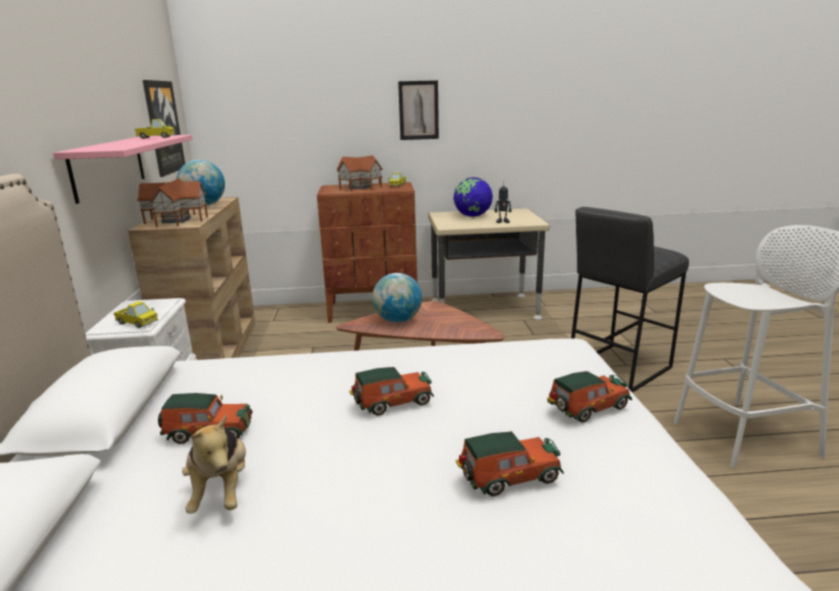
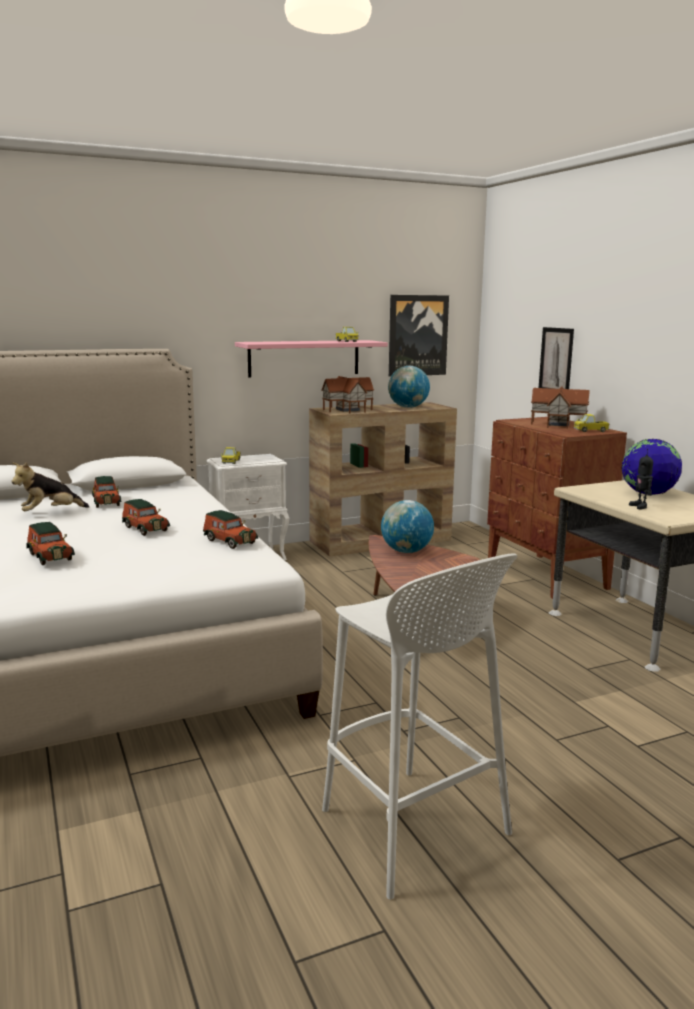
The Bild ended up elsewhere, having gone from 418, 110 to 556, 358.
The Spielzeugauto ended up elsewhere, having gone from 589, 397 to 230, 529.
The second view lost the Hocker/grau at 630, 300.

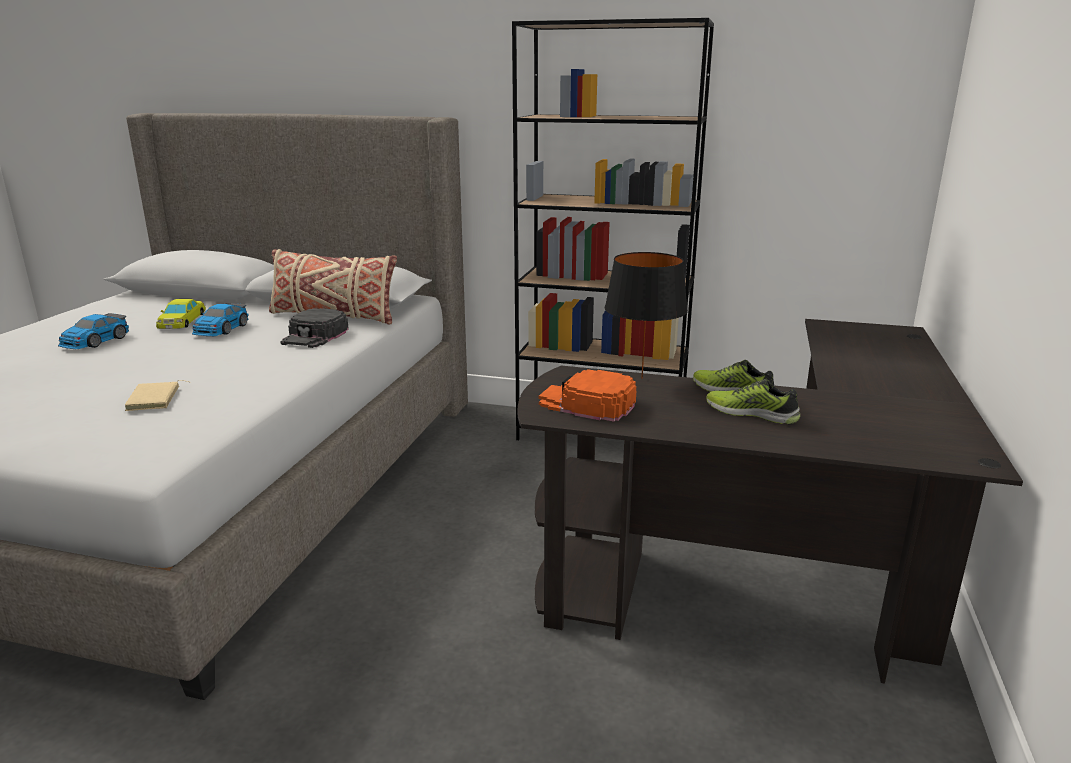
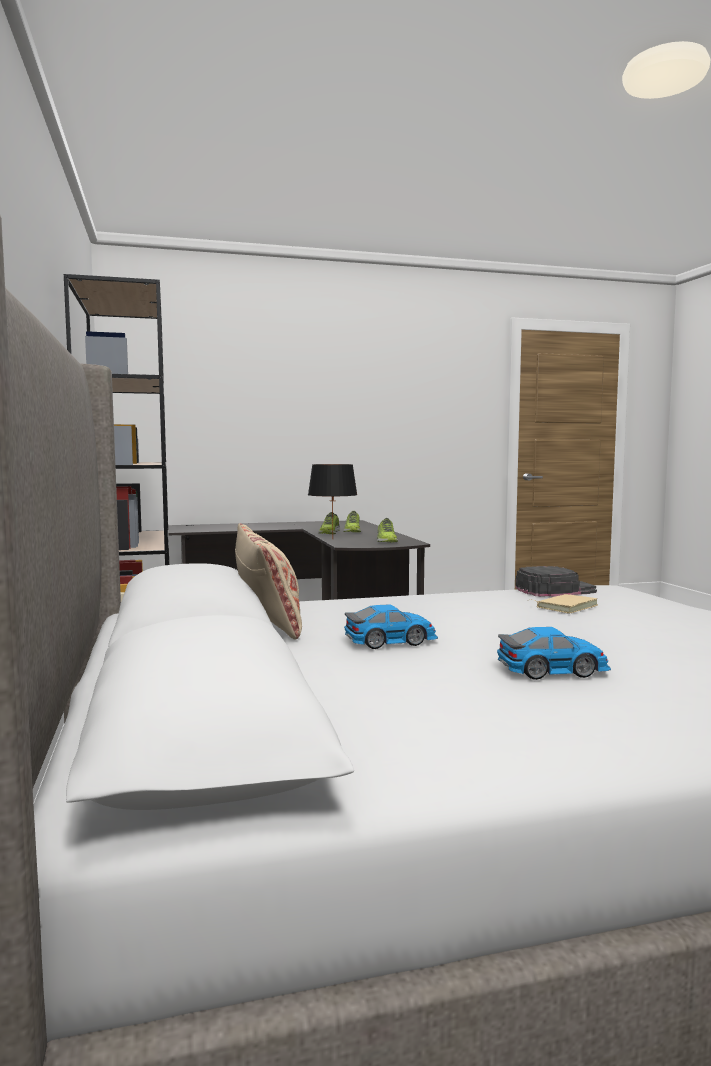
The second view lost the Spielzeugauto/gelb at 181, 314.
The Kappe/schwarz ended up elsewhere, having gone from 314, 328 to 556, 581.
Where the Kappe/orange stood at 587, 395, the Schuh came to stand at 387, 530.

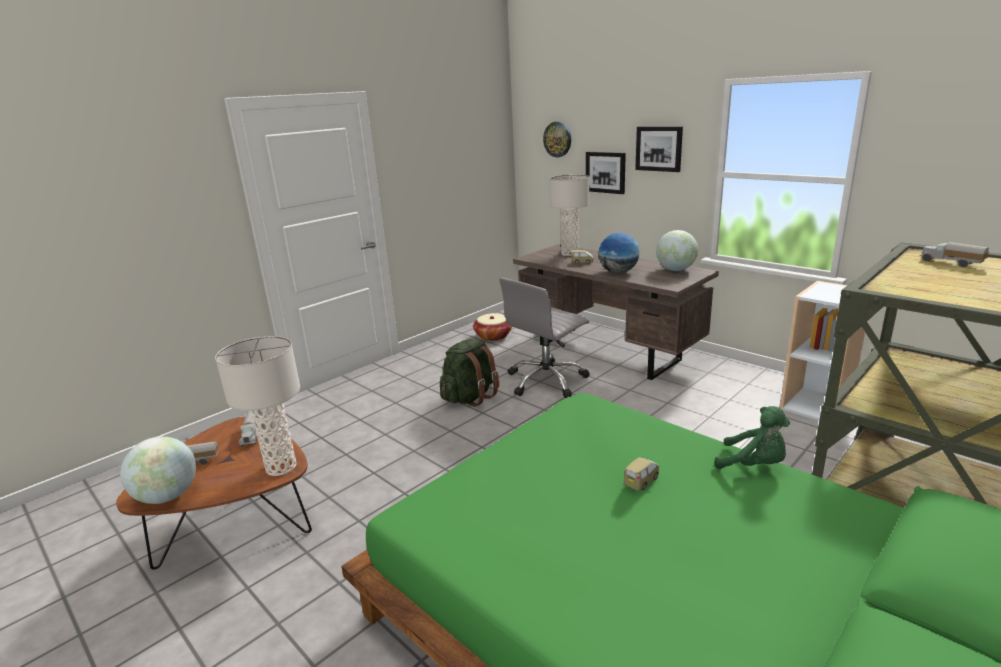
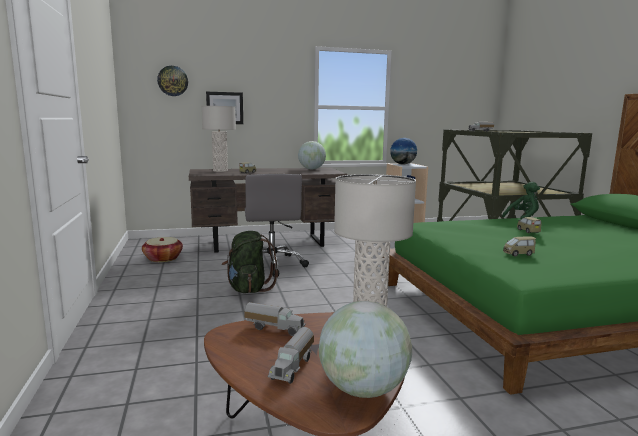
The Globus ended up elsewhere, having gone from 619, 253 to 403, 151.
The second view lost the Bild at 659, 149.
The second view gained the Spielzeugauto at 519, 246.

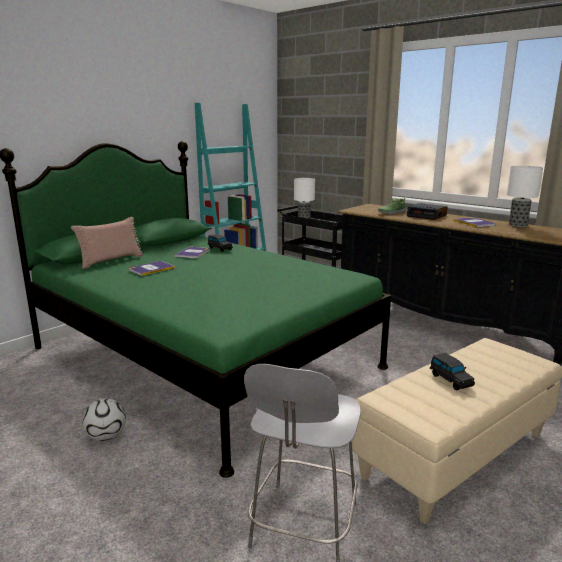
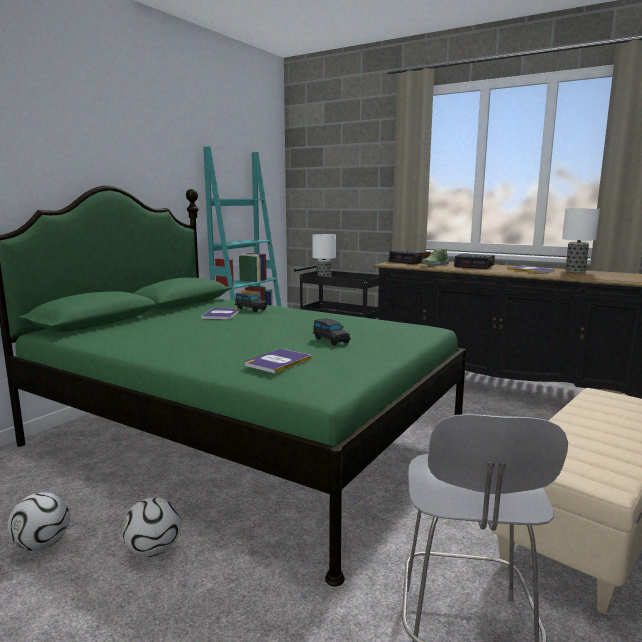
The second view lost the Kissen/beige at 107, 243.
The Buch ended up elsewhere, having gone from 152, 268 to 278, 361.
The Spielzeugauto/schwarz ended up elsewhere, having gone from 452, 371 to 331, 332.
The second view gained the Fußball at 38, 521.
The second view gained the Wecker at 409, 257.

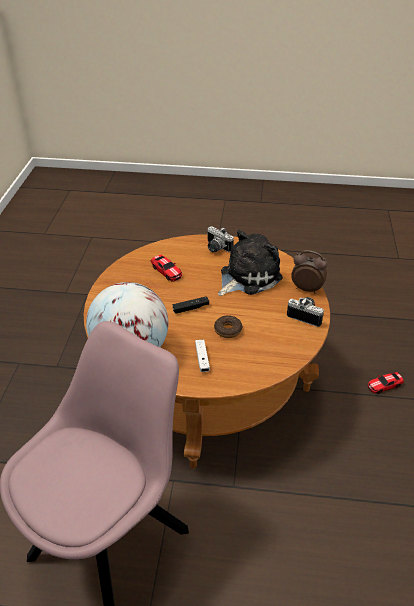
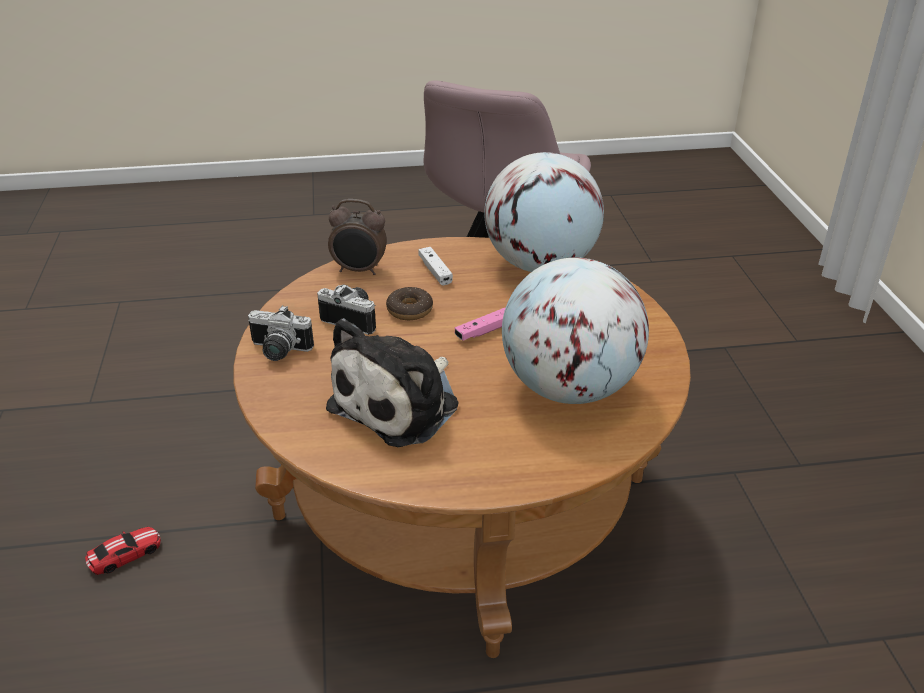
Where the Spielzeugauto stood at 166, 268, the Globus came to stand at 575, 330.
What was the Gamepad/schwarz at 191, 305 turned into the Gamepad/rosa at 480, 323.
The Kamera ended up elsewhere, having gone from 220, 239 to 346, 309.
The Wecker ended up elsewhere, having gone from 309, 272 to 357, 237.

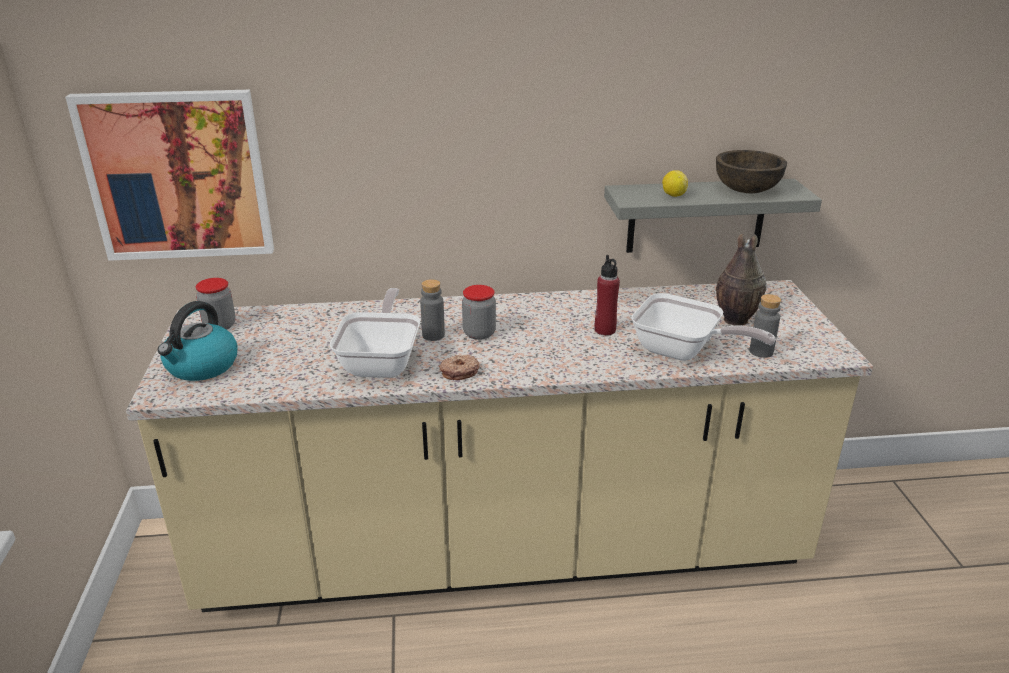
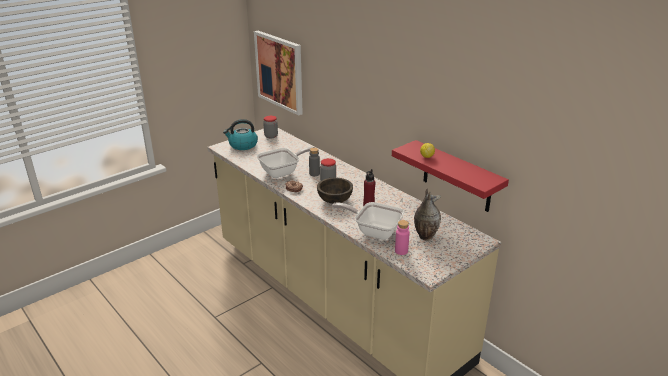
What was the Wandregal/grau at 713, 216 turned into the Wandregal/rot at 450, 176.
The Pfanne at 703, 327 ended up facing another way, 120 degrees clockwise from before.
The Schüssel/braun ended up elsewhere, having gone from 751, 171 to 335, 191.
What was the Flasche/grau at 765, 326 turned into the Flasche/rosa at 402, 237.

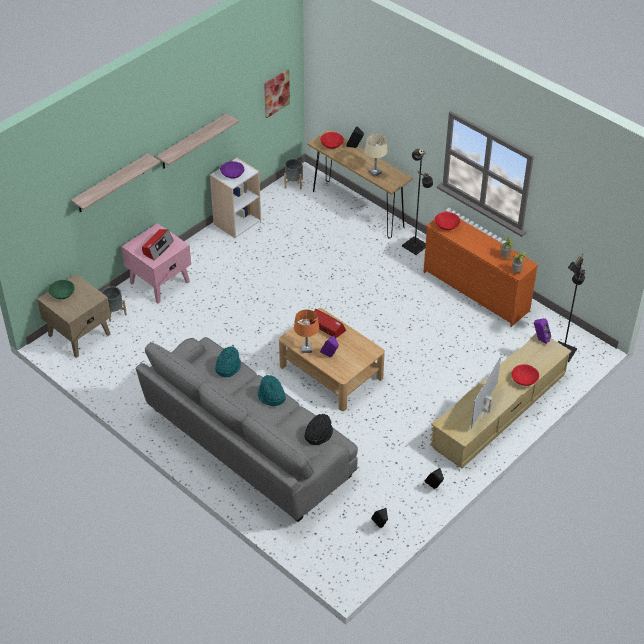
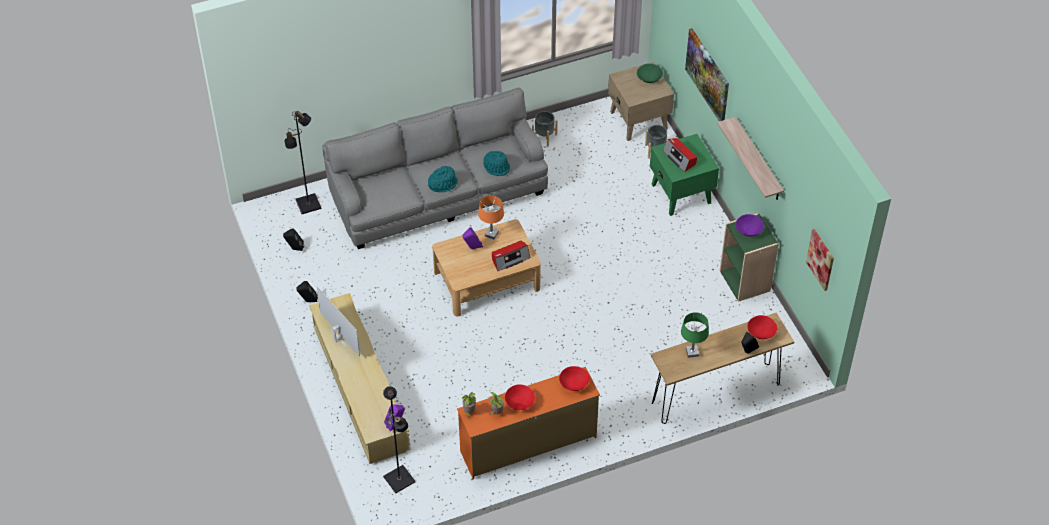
Where the Wandregal hung at 116, 183, the Bild came to hang at 707, 74.
What was the Nachttisch/rosa at 156, 263 turned into the Nachttisch/grün at 684, 175.
What was the Bücherregal/weiß at 235, 198 turned into the Bücherregal/grün at 749, 257.
The Pflanzkübel/grau ended up elsewhere, having gone from 293, 174 to 545, 128.
The second view lost the Hut/schwarz at 319, 429.
What was the Tischlampe/beige at 376, 155 turned into the Tischlampe/grün at 695, 335.
The Stehlampe/schwarz ended up elsewhere, having gone from 417, 202 to 302, 162.
The Schüssel/rot ended up elsewhere, having gone from 525, 375 to 520, 397.

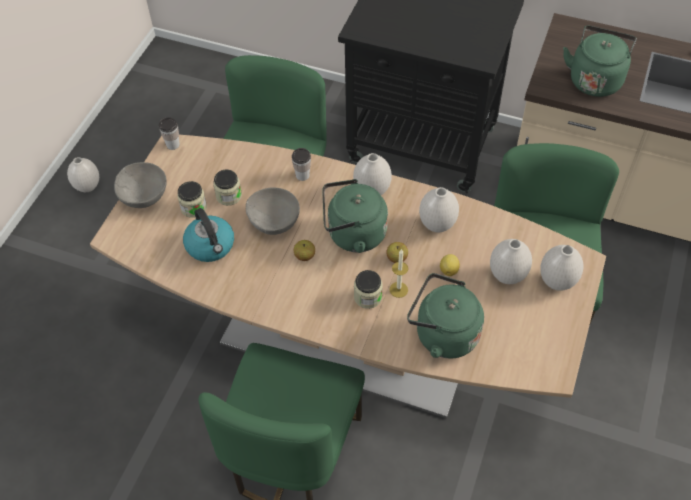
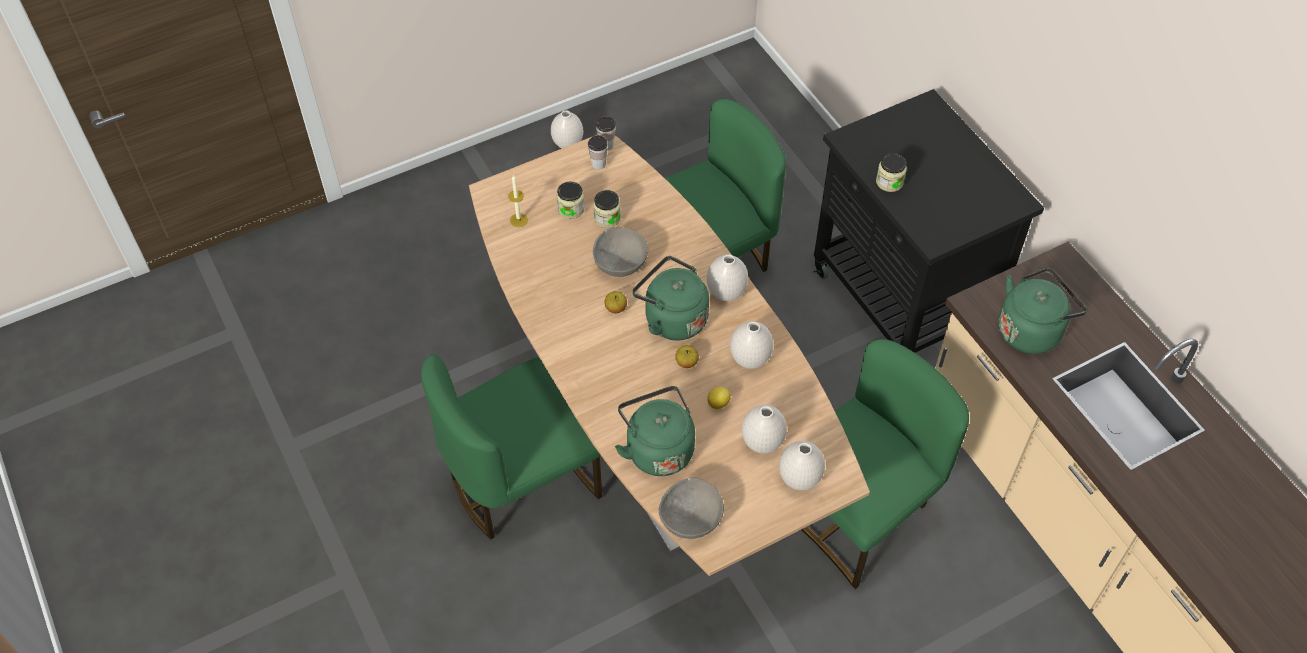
The Schüssel/grau ended up elsewhere, having gone from 140, 185 to 691, 508.
The second view lost the Wasserkessel at 208, 235.
The Tasse ended up elsewhere, having gone from 301, 164 to 598, 152.
The Vorratsglas ended up elsewhere, having gone from 368, 289 to 891, 172.
The Kerze ended up elsewhere, having gone from 399, 273 to 518, 201.

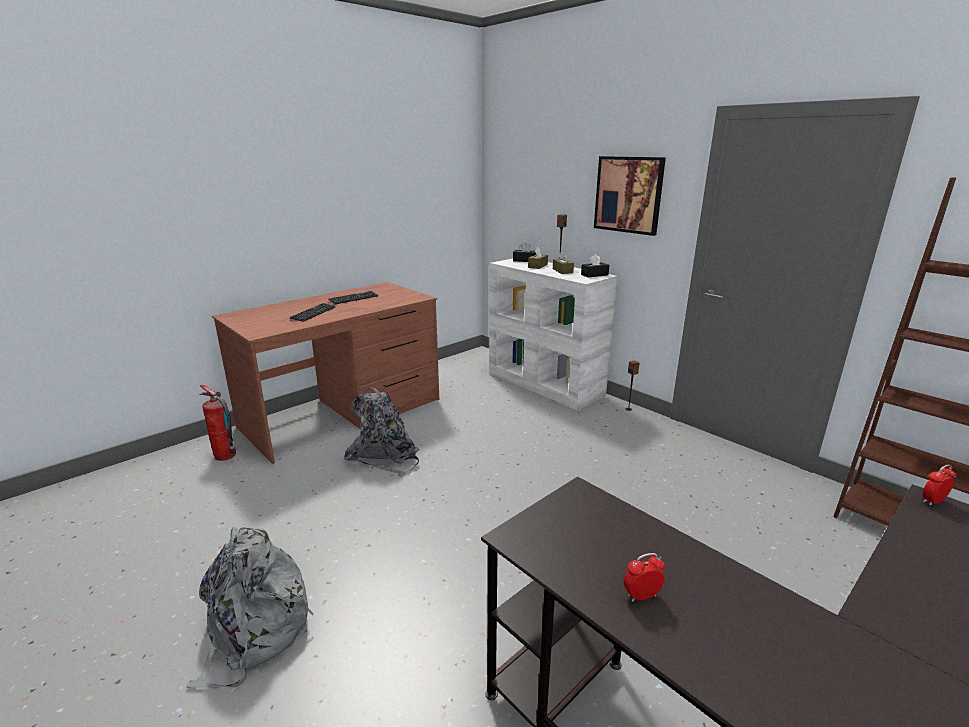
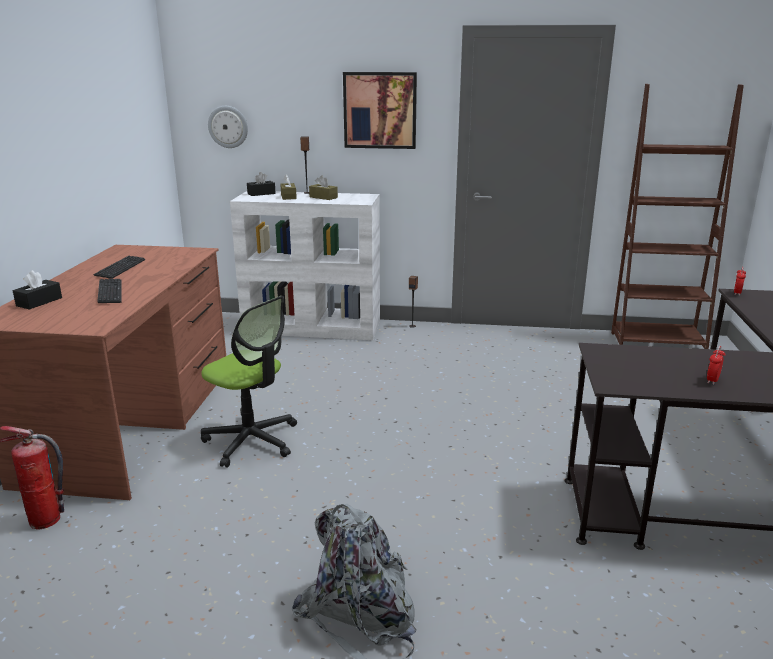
Where the Rucksack/grau stood at 381, 432, the Bürostuhl came to stand at 249, 382.
The Taschentuchbox/schwarz ended up elsewhere, having gone from 595, 266 to 37, 290.
The second view gained the Wanduhr at 228, 127.

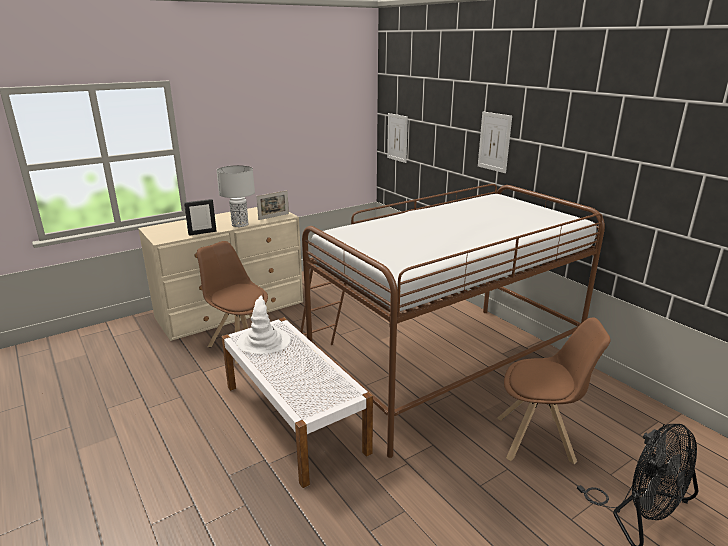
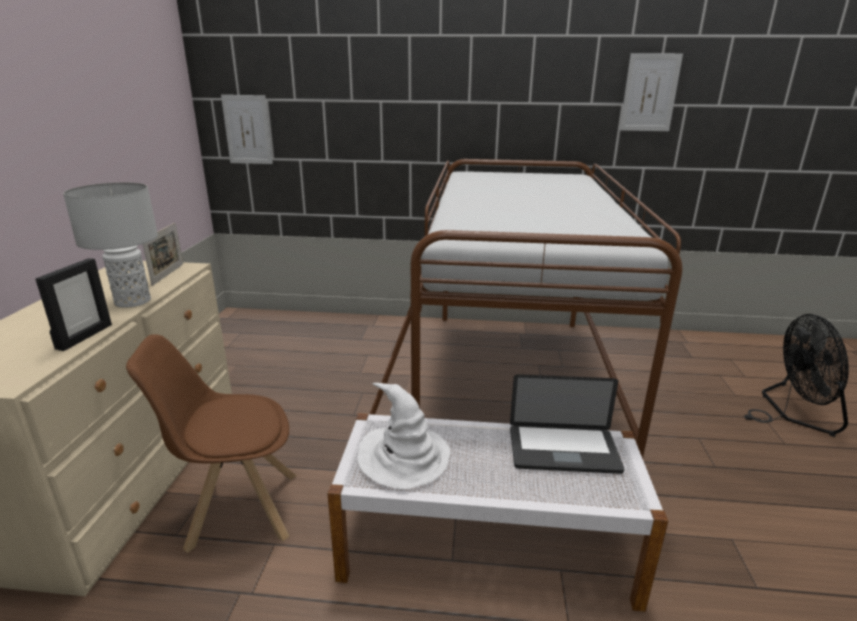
The Bild ended up elsewhere, having gone from 495, 142 to 651, 92.
The second view lost the Stuhl/braun at 554, 391.
The second view gained the Laptop at 567, 424.

